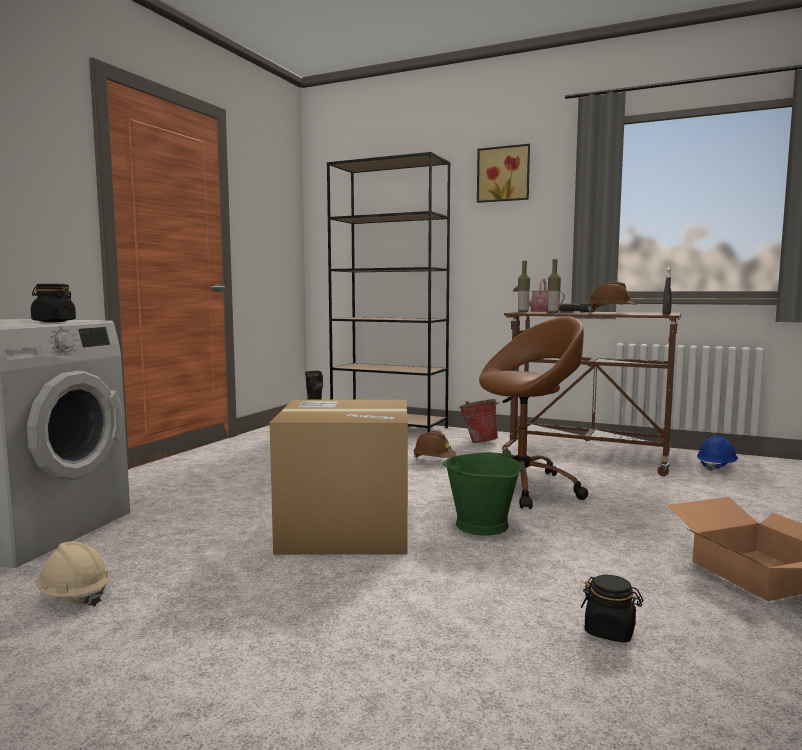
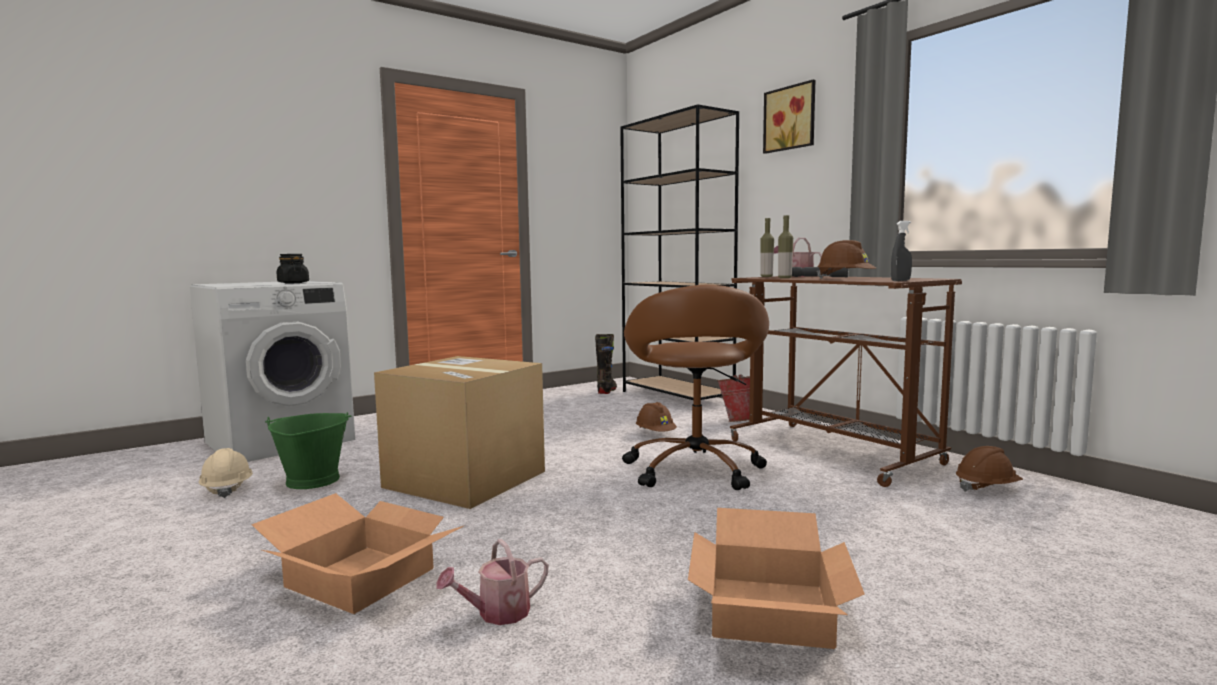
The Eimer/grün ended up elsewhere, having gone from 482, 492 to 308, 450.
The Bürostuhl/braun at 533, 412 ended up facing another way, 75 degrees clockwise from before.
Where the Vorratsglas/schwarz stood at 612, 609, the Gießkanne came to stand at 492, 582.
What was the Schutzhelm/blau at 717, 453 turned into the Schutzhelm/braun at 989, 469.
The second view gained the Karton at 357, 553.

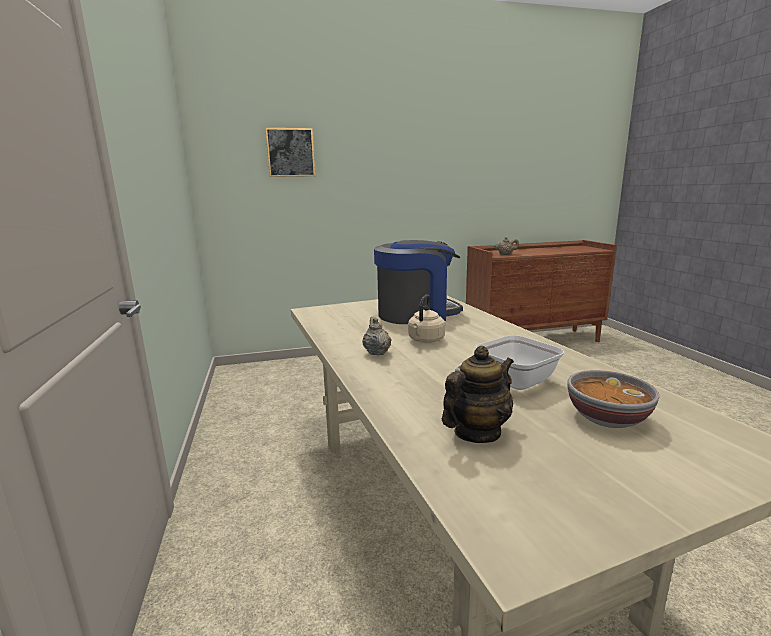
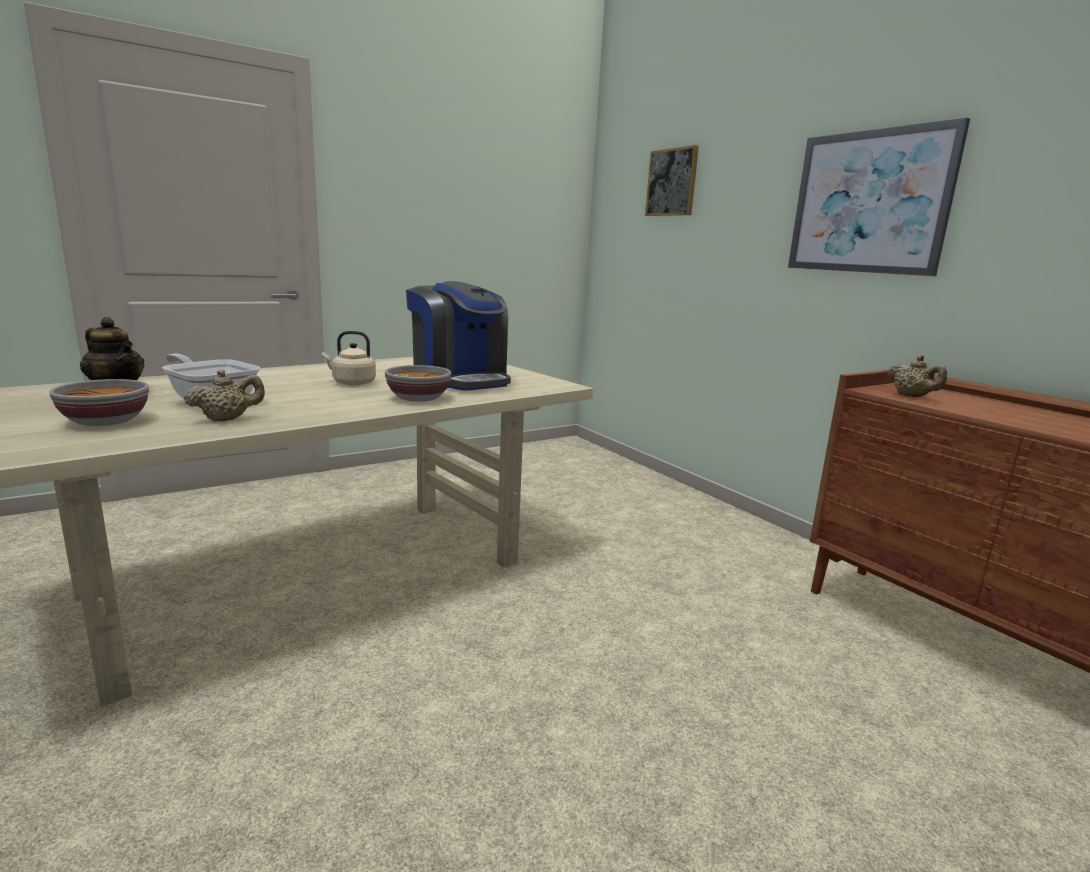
The Teekanne/beige ended up elsewhere, having gone from 377, 336 to 224, 395.
The second view gained the Schüssel at 418, 383.
The second view gained the Bild at 879, 197.

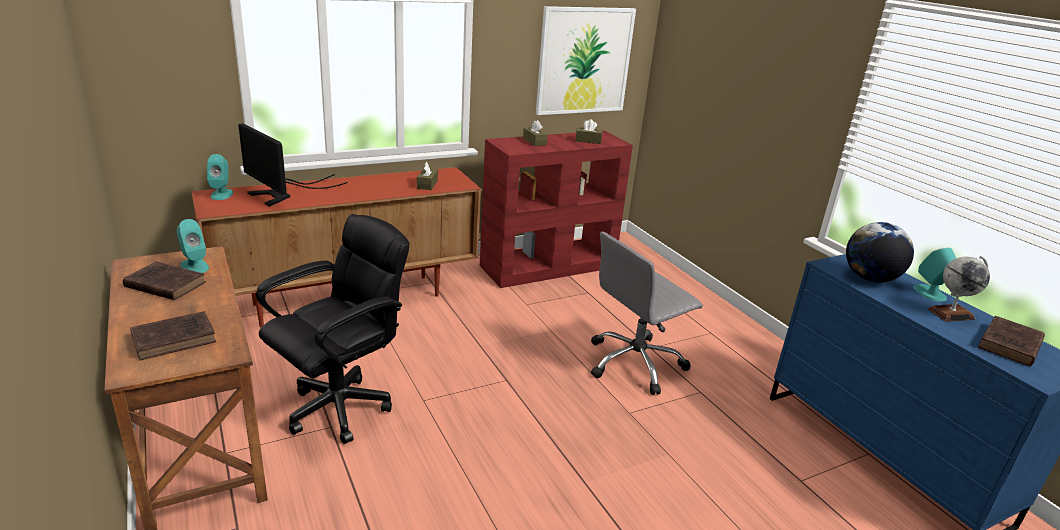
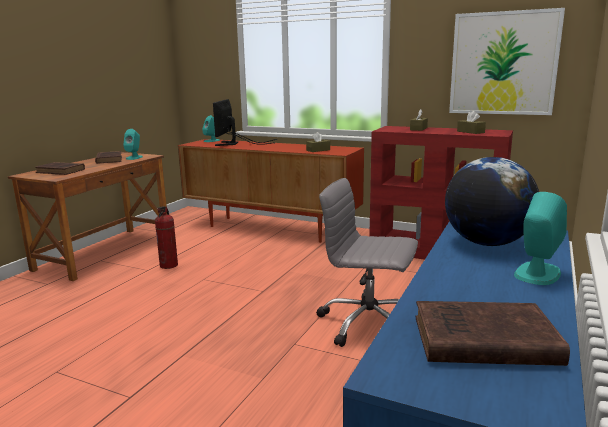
Where the Bürostuhl/schwarz stood at 333, 329, the Feuerlöscher came to stand at 166, 237.
The second view lost the Globus at 959, 289.

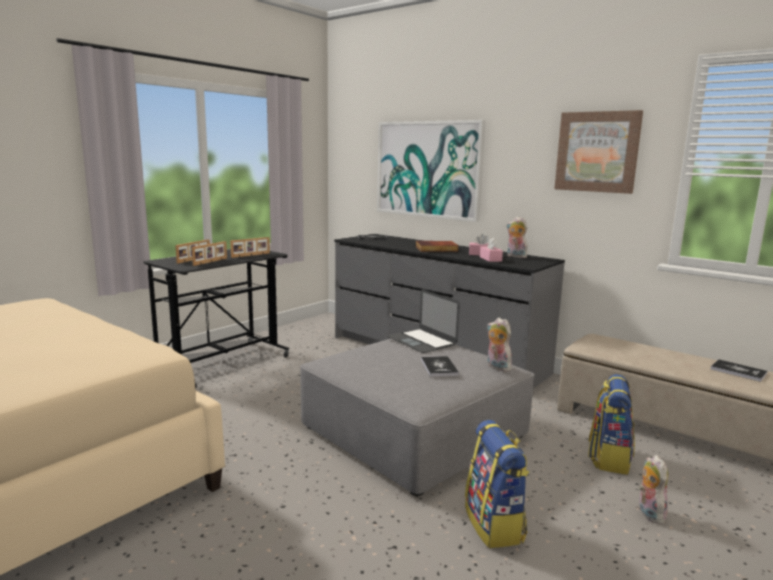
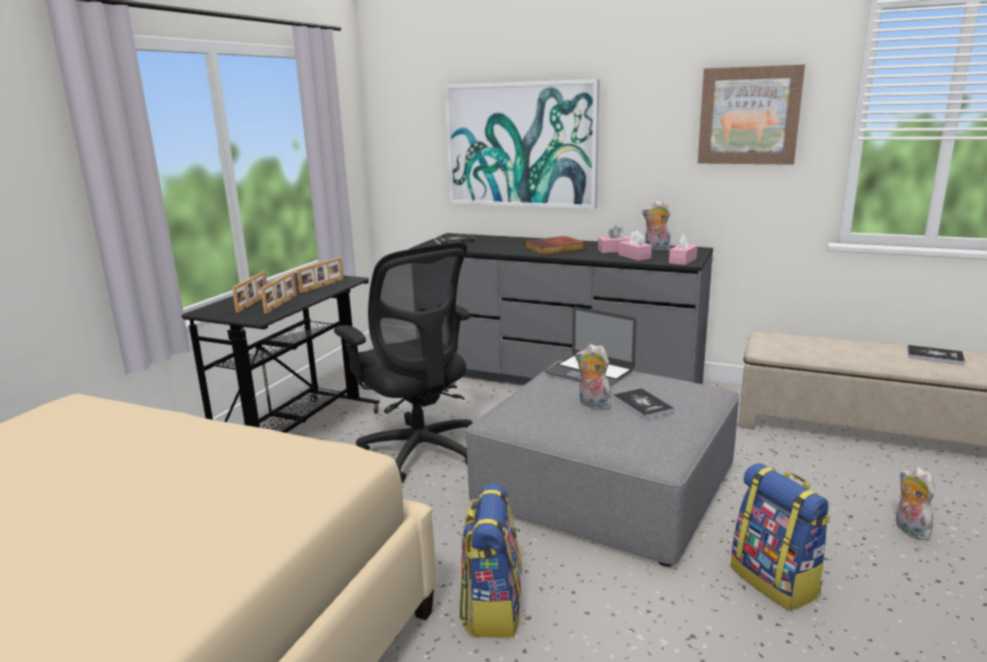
The Plüschtier ended up elsewhere, having gone from 499, 344 to 593, 377.
The Rucksack ended up elsewhere, having gone from 611, 424 to 490, 561.
The second view gained the Bürostuhl/schwarz at 403, 362.
The second view gained the Taschentuchbox/rosa at 683, 249.

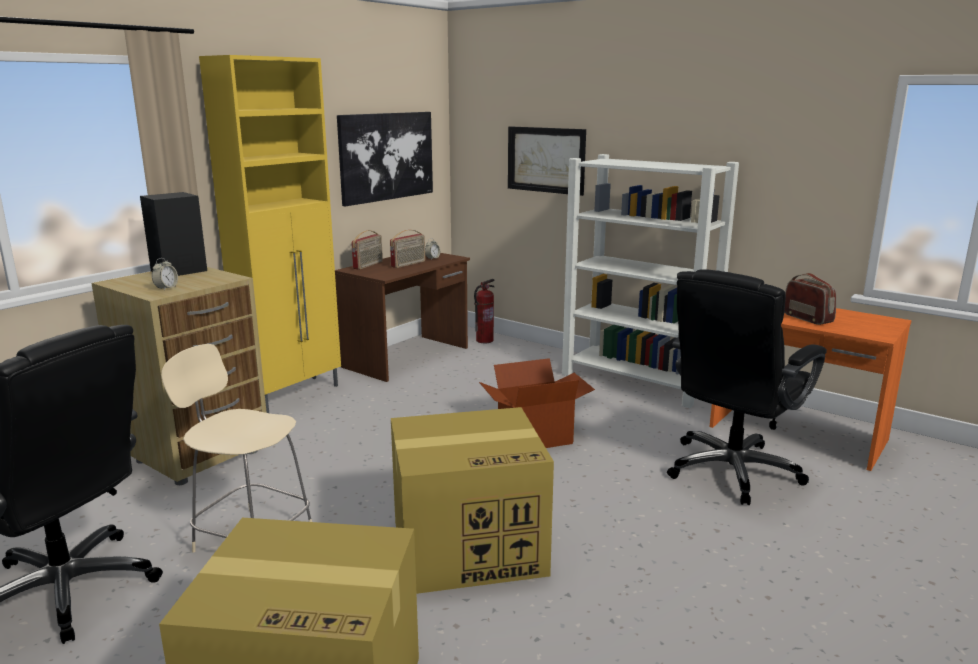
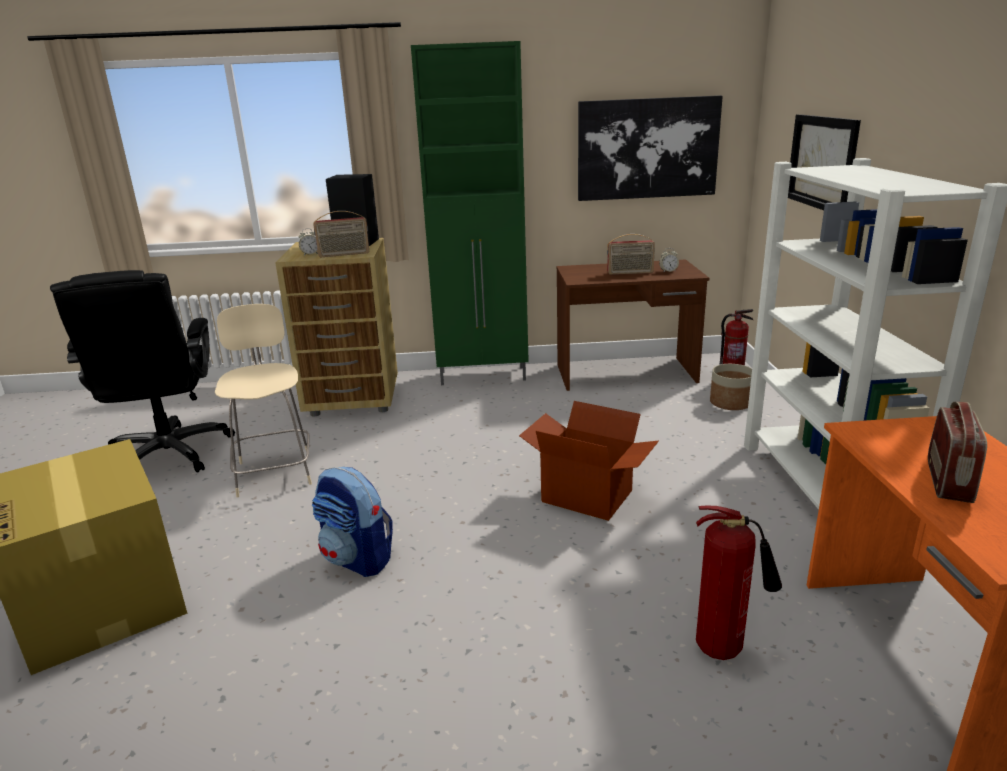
What was the Schrank/gelb at 270, 234 turned into the Schrank/grün at 470, 213.
The Radio ended up elsewhere, having gone from 367, 250 to 341, 234.
Where the Karton stood at 472, 500, the Rucksack came to stand at 352, 522.
Where the Bürostuhl/schwarz stood at 747, 387, the Feuerlöscher came to stand at 739, 583.
The second view gained the Pflanzkübel at 731, 387.

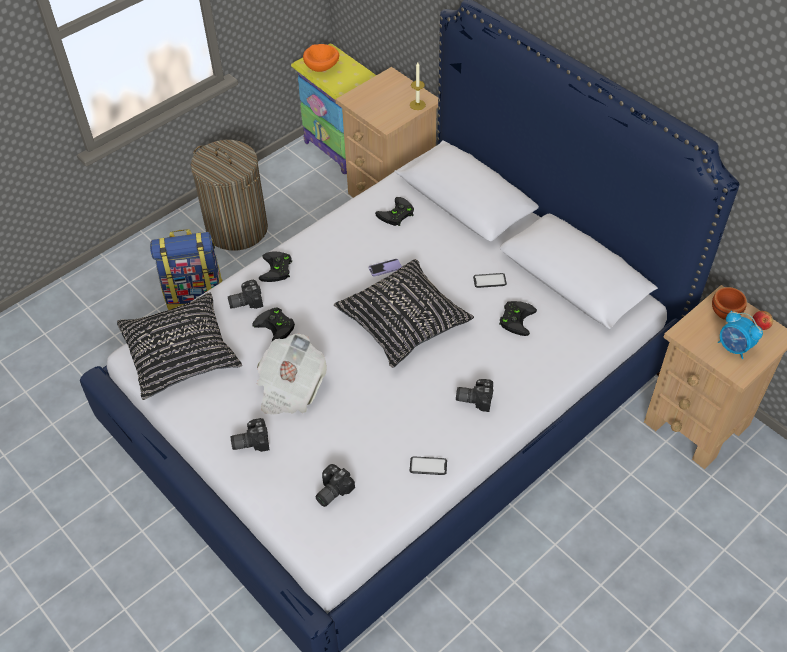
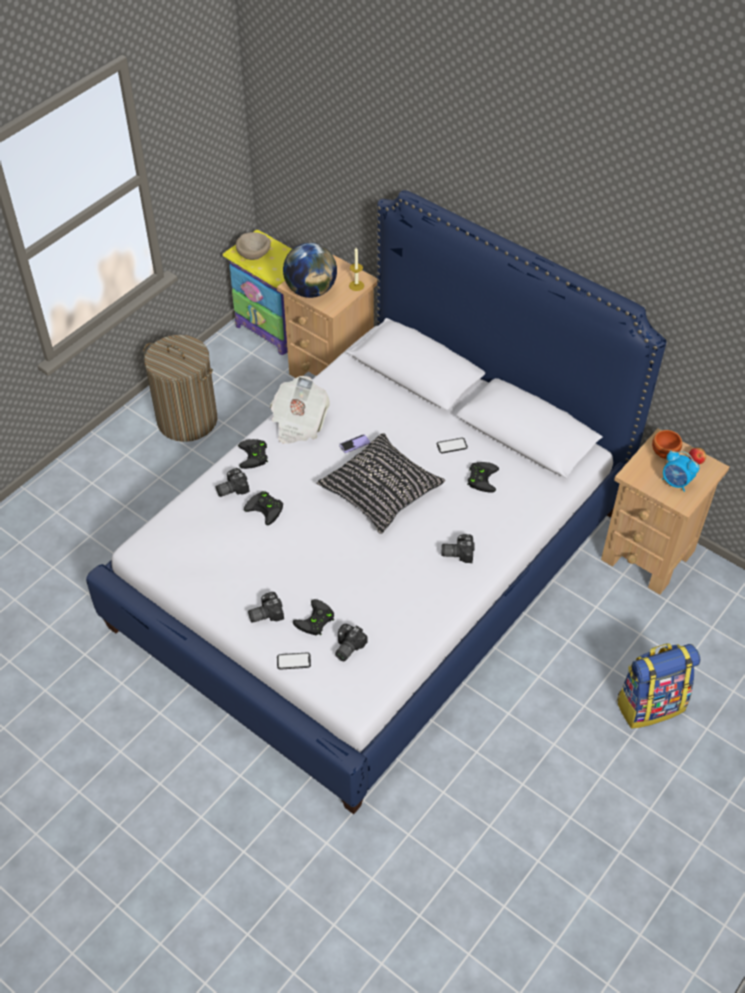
The second view lost the Kissen/schwarz at 179, 346.
The Rucksack ended up elsewhere, having gone from 186, 269 to 658, 686.
The Zeitung ended up elsewhere, having gone from 292, 374 to 300, 410.
What was the Schüssel/orange at 321, 58 turned into the Schüssel/beige at 253, 246.
The Gamepad/schwarz ended up elsewhere, having gone from 394, 211 to 313, 617.
The Handy ended up elsewhere, having gone from 428, 465 to 294, 661.
The second view gained the Globus at 310, 270.

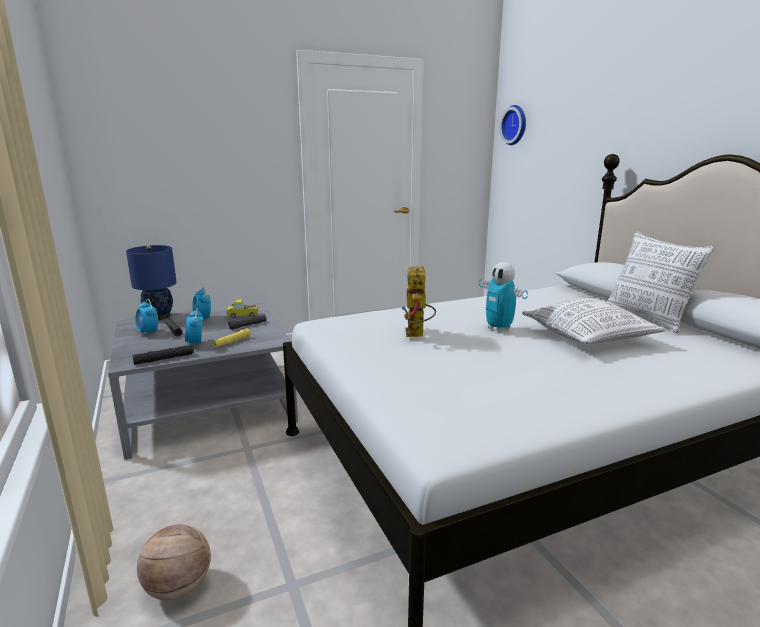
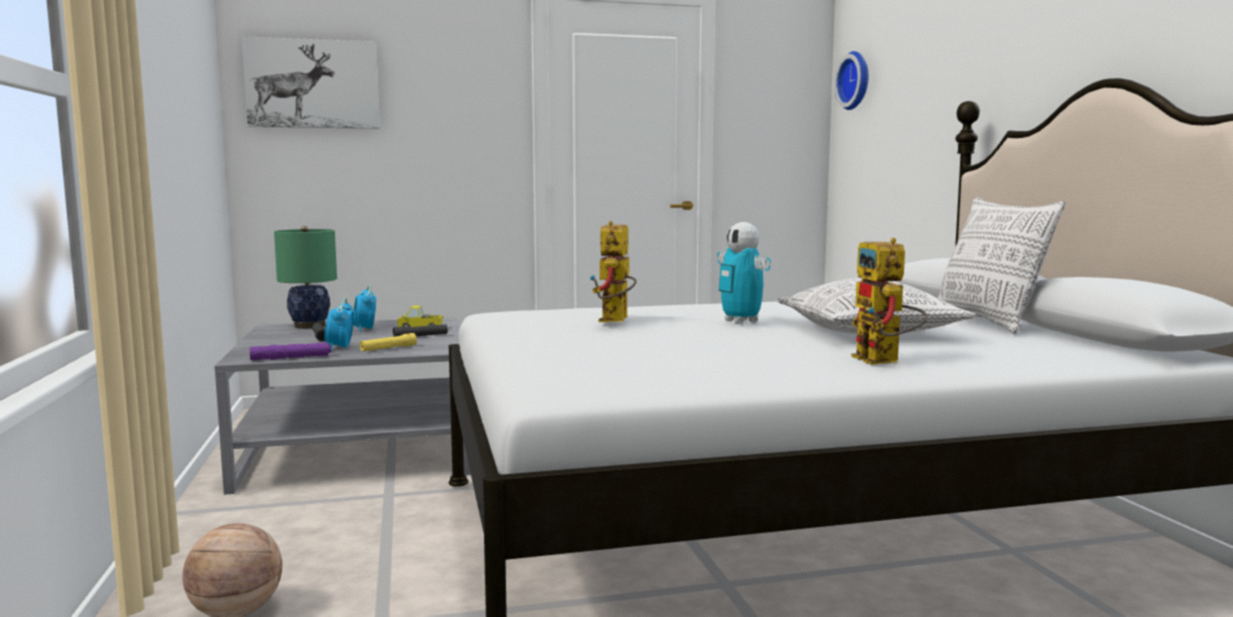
What was the Tischlampe/blau at 151, 282 turned into the Tischlampe/grün at 305, 277.
What was the Taschenlampe/schwarz at 163, 355 turned into the Taschenlampe/lila at 290, 351.
The second view lost the Wecker at 147, 318.
The second view gained the Bild at 311, 83.
The second view gained the Spielzeugroboter at 889, 301.

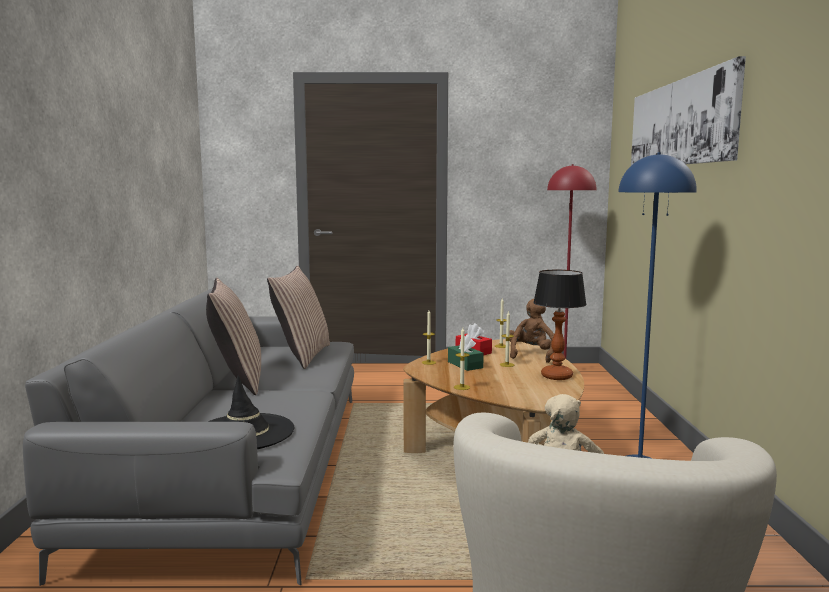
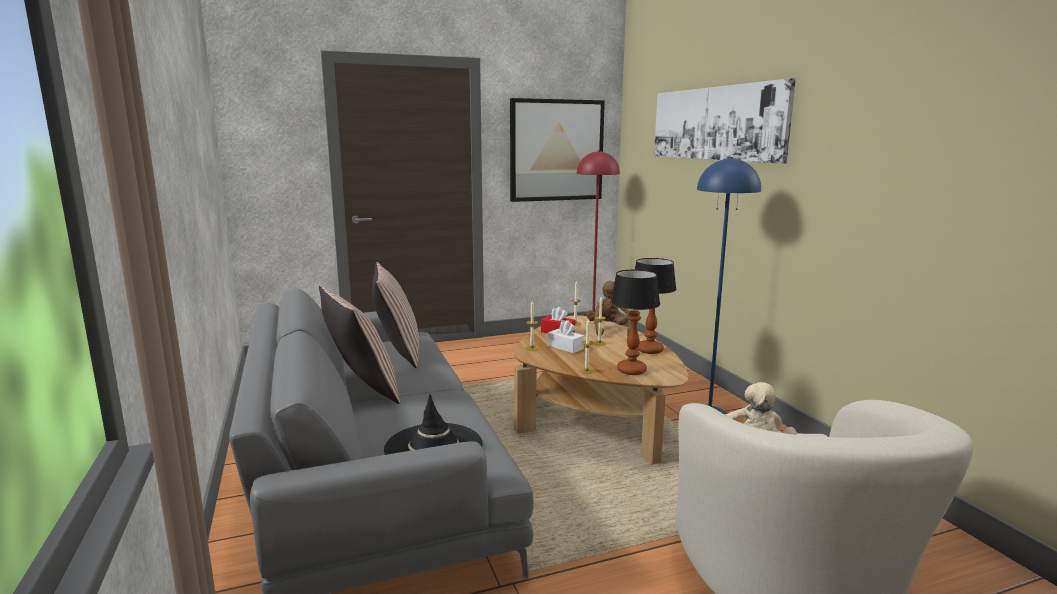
What was the Taschentuchbox/grün at 466, 353 turned into the Taschentuchbox/weiß at 566, 336.
The second view gained the Bild at 557, 150.
The second view gained the Tischlampe at 635, 322.

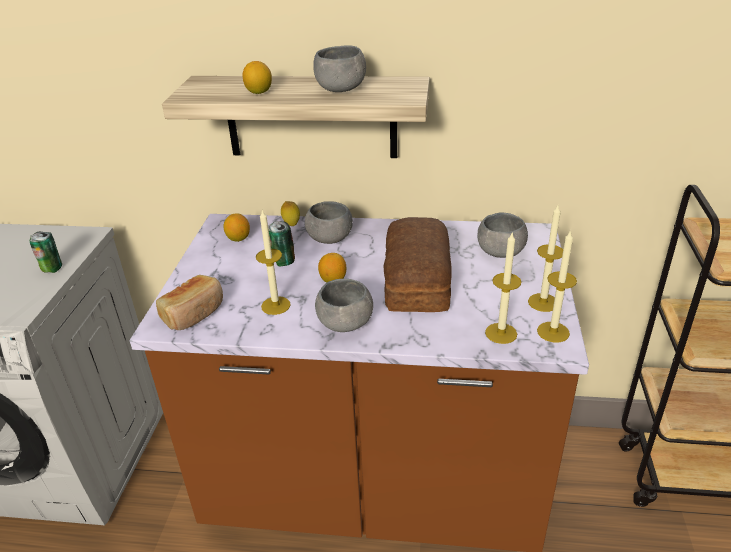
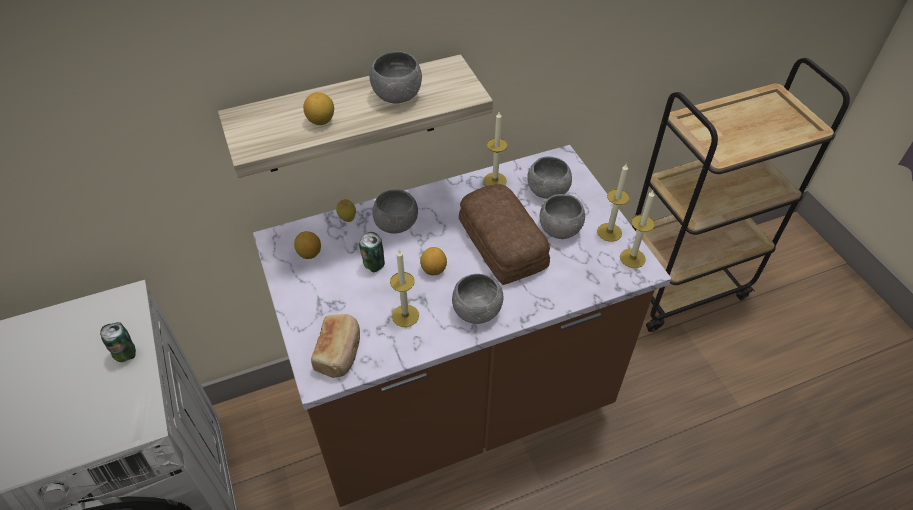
The Kerze ended up elsewhere, having gone from 503, 287 to 496, 149.
The second view gained the Schüssel/grau at 562, 216.

